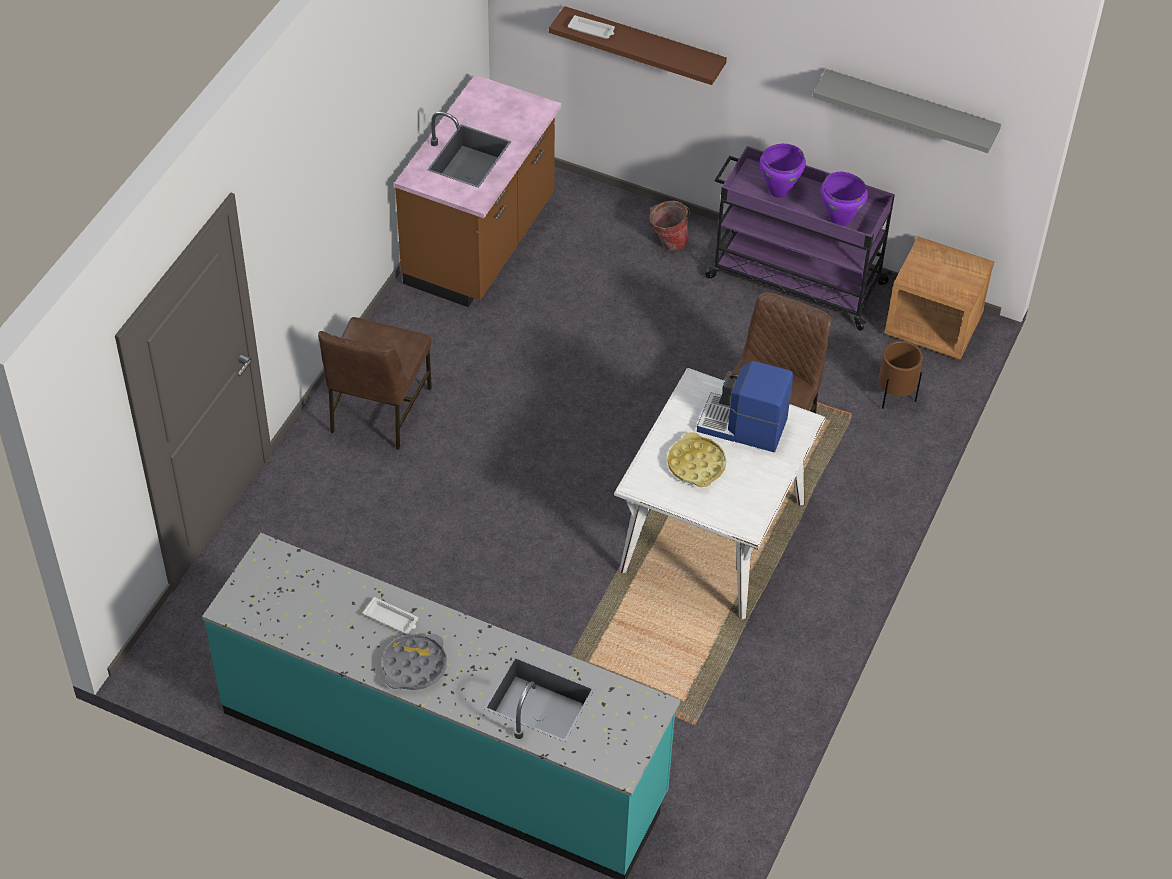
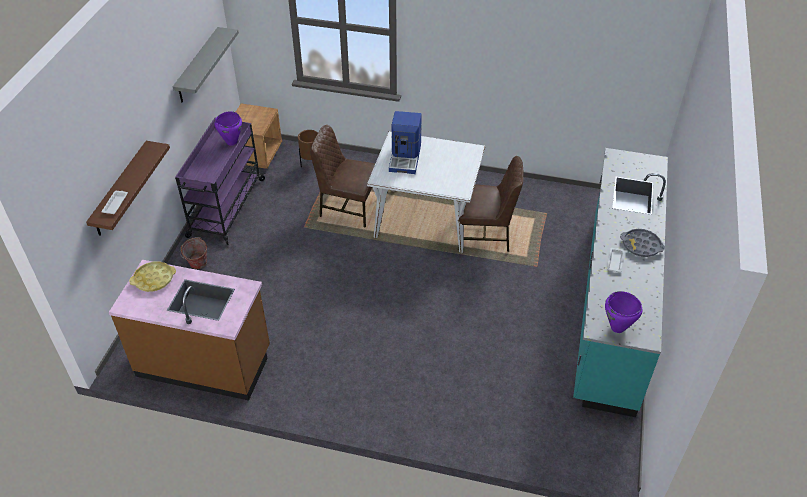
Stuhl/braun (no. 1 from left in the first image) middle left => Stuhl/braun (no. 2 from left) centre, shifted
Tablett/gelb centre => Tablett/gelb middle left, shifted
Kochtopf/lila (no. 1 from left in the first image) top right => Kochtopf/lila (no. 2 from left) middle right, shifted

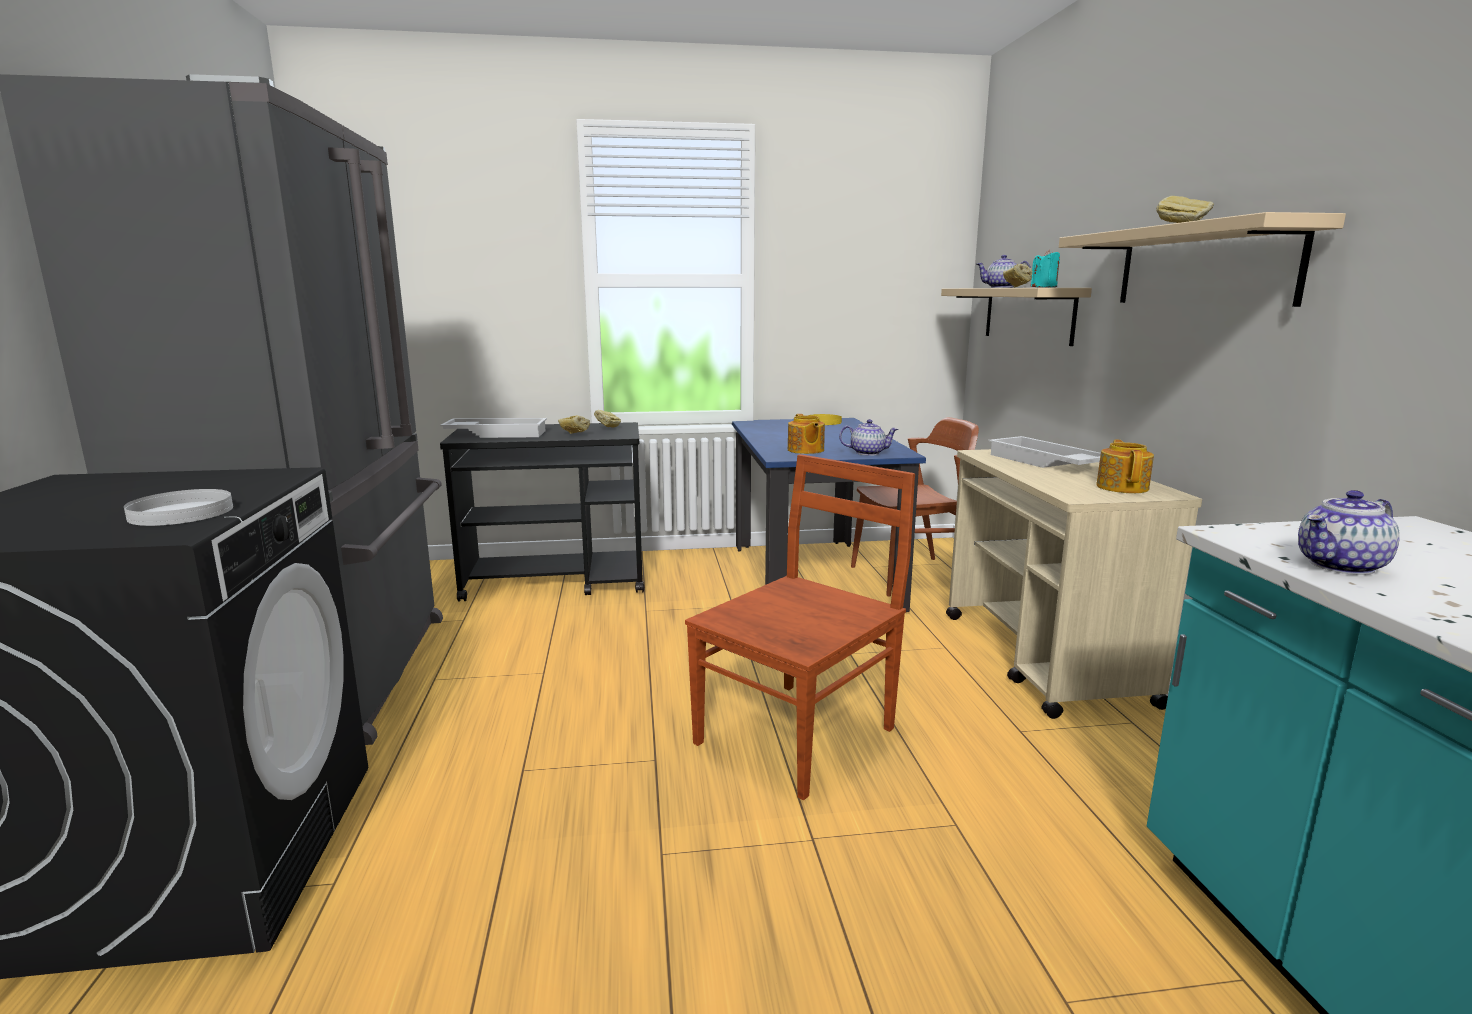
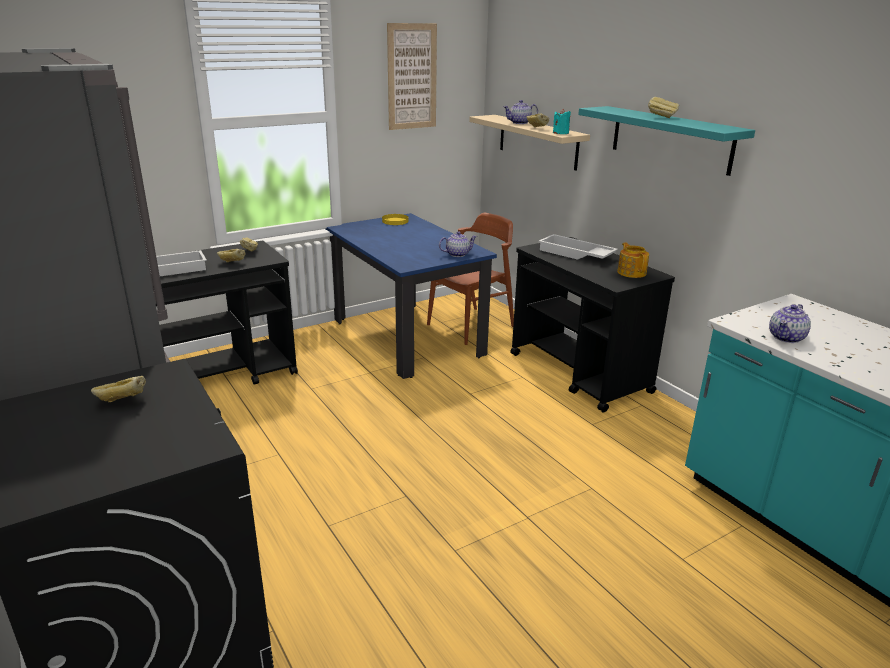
Teller/weiß middle left => nothing
Stuhl/braun (no. 1 from left) centre => nothing
Teekanne (no. 1 from left) centre => nothing
nothing => Brot (no. 1 from left) middle left
nothing => Bild top centre
Rollwagen/beige middle right => Rollwagen/schwarz (no. 2 from left) centre
Wandregal/beige (no. 2 from left) top right => Wandregal/türkis top right

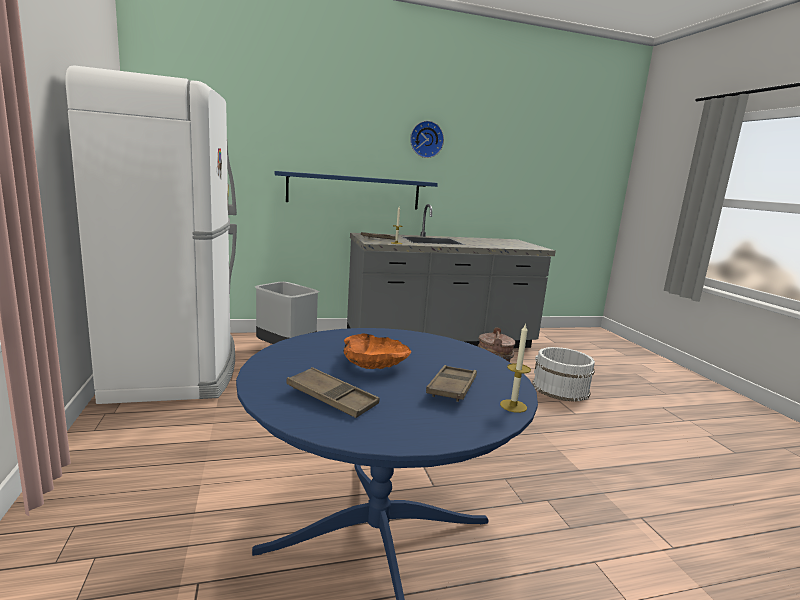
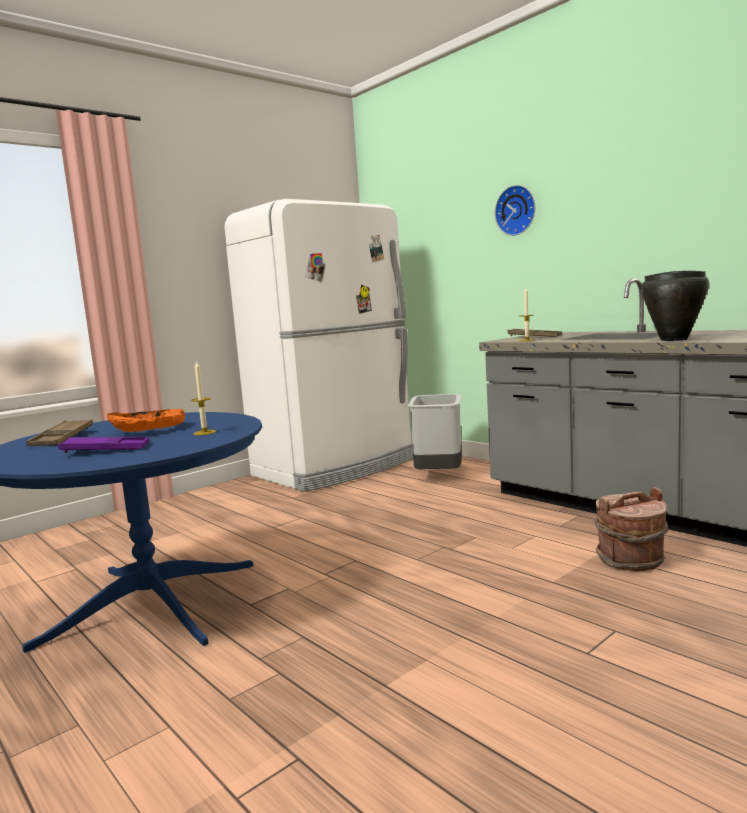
Wandregal/blau top centre => nothing
Eimer/weiß middle right => nothing
nothing => Kochtopf/schwarz middle right
Wanduhr top centre => Wanduhr top right, shifted
Kerze (no. 2 from left in the first image) centre => Kerze (no. 1 from left) middle left, shifted
Tablett/braun (no. 3 from left) centre => Tablett/lila middle left

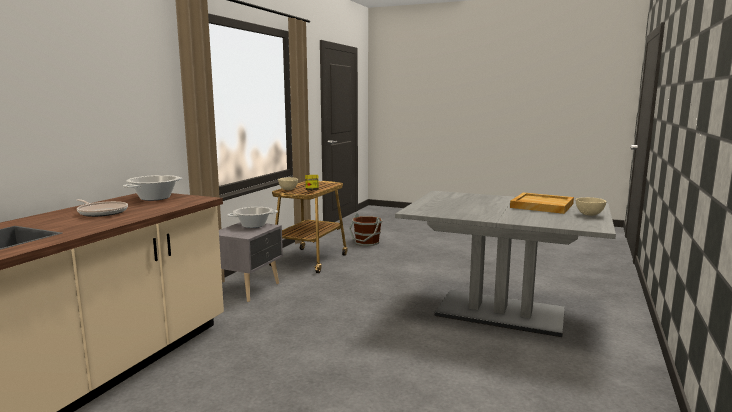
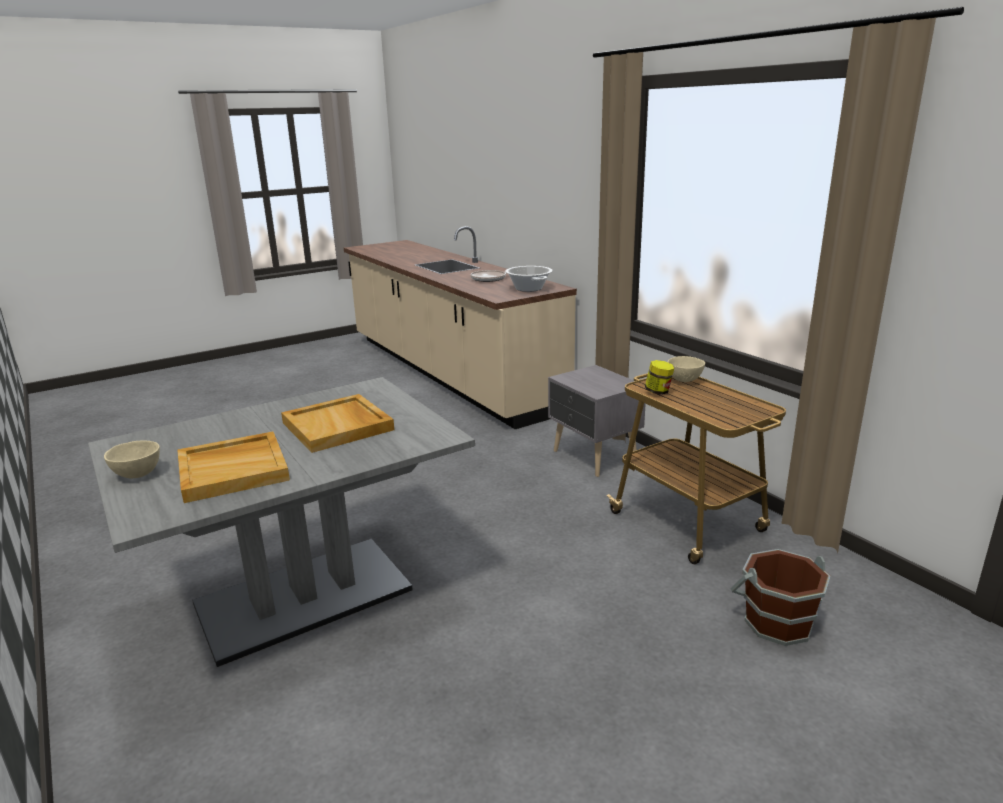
Kochtopf (no. 2 from left) centre => nothing
nothing => Tablett/beige (no. 2 from left) centre

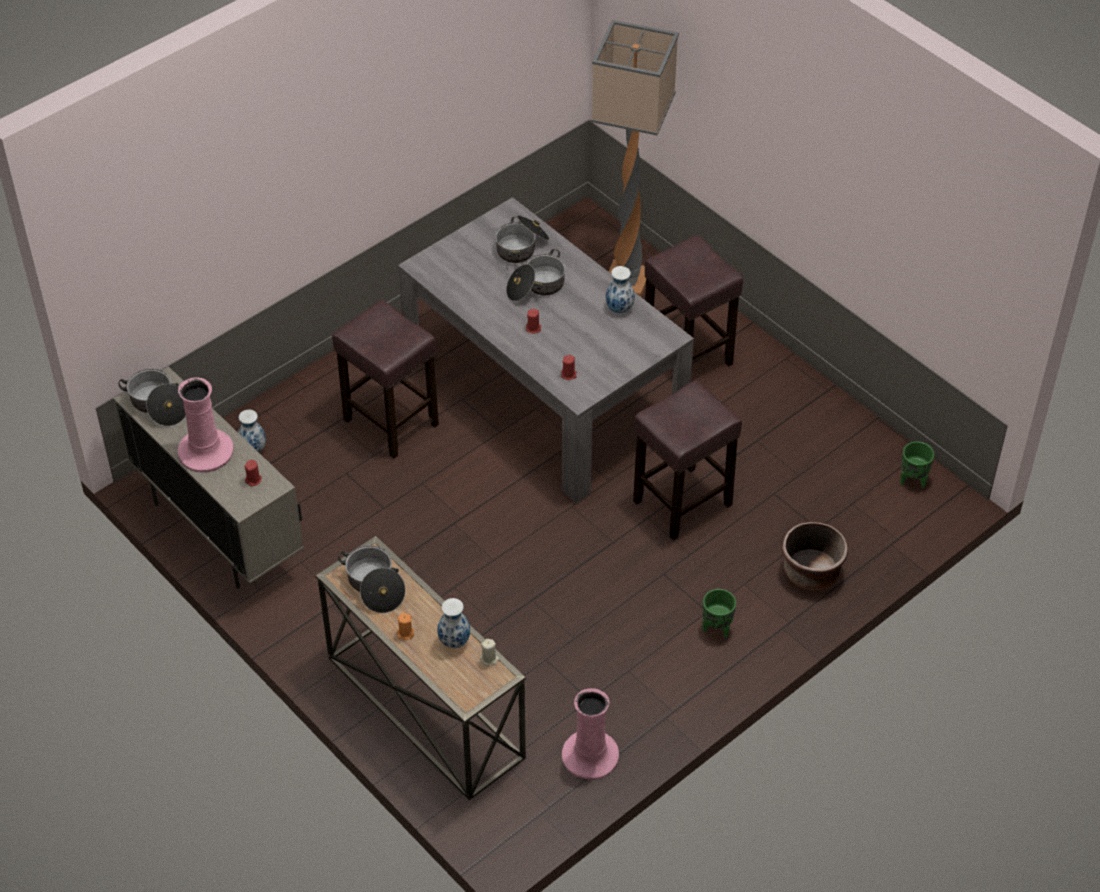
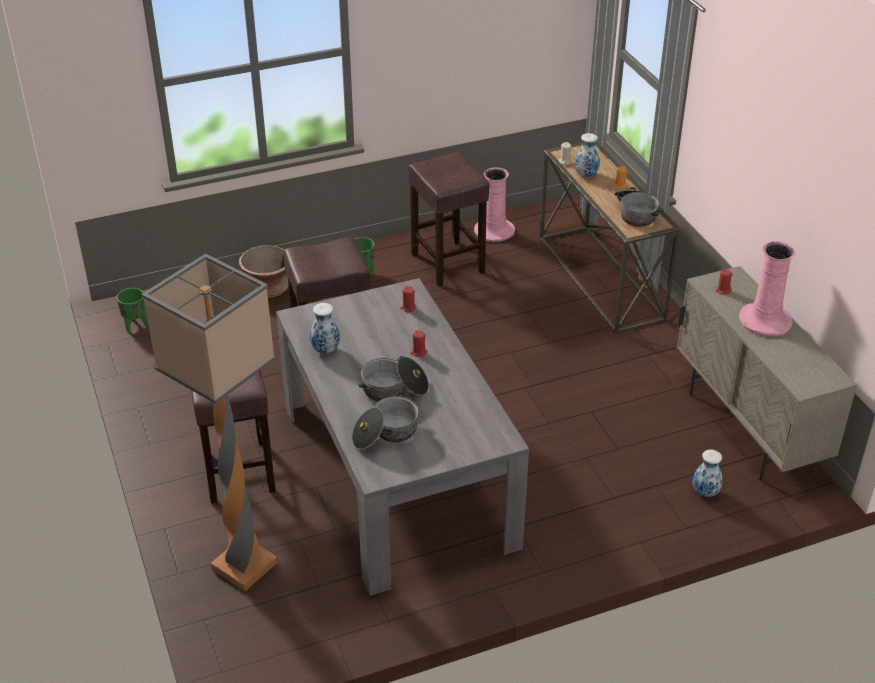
Kochtopf (no. 1 from left) middle left => nothing
Hocker/braun (no. 1 from left in the first image) centre => Hocker/braun (no. 3 from left) top centre, shifted

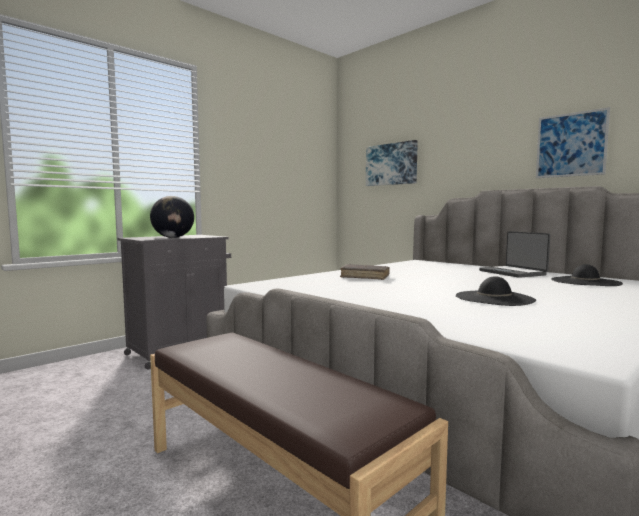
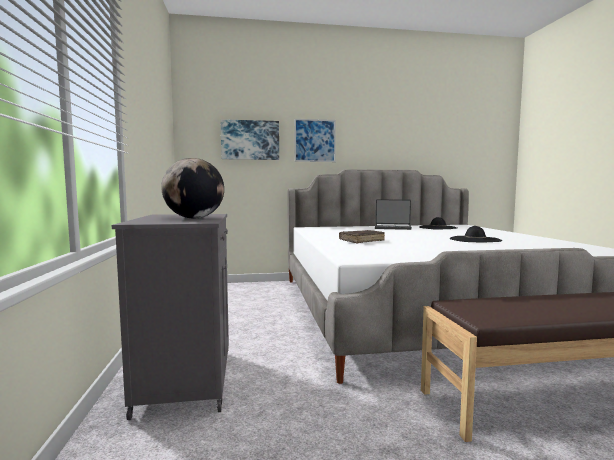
Bild (no. 2 from left) top right => Bild (no. 2 from left) top centre, shifted

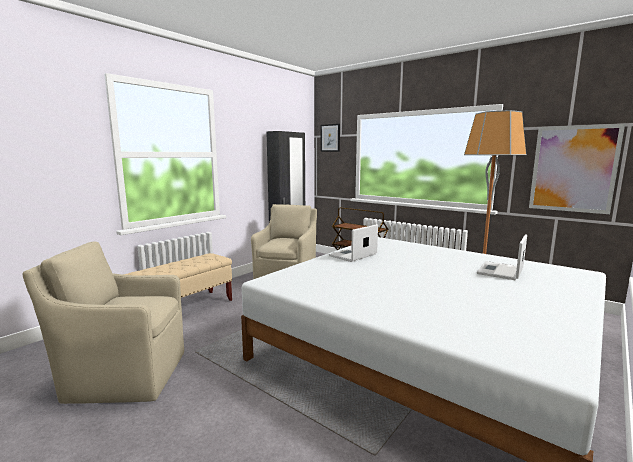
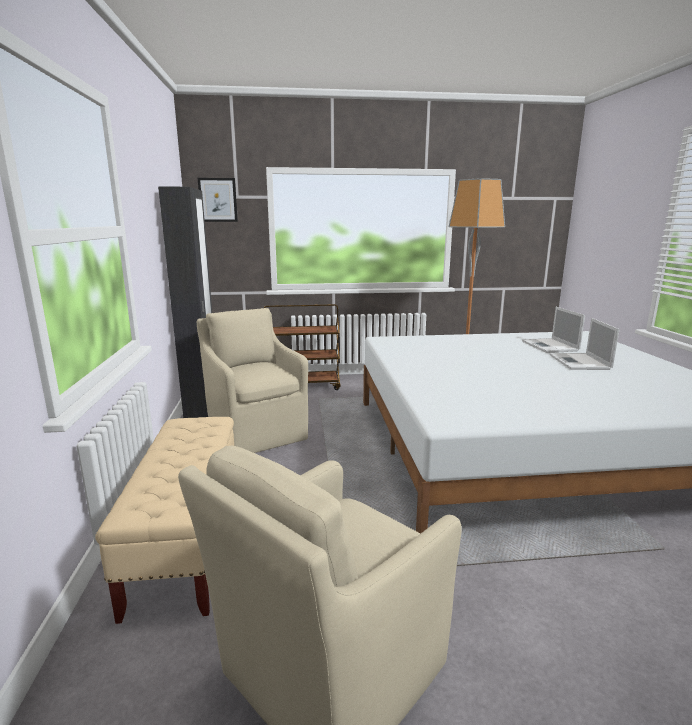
Bild (no. 2 from left) middle right => nothing
Laptop (no. 1 from left in the first image) centre => Laptop (no. 2 from left) middle right, shifted

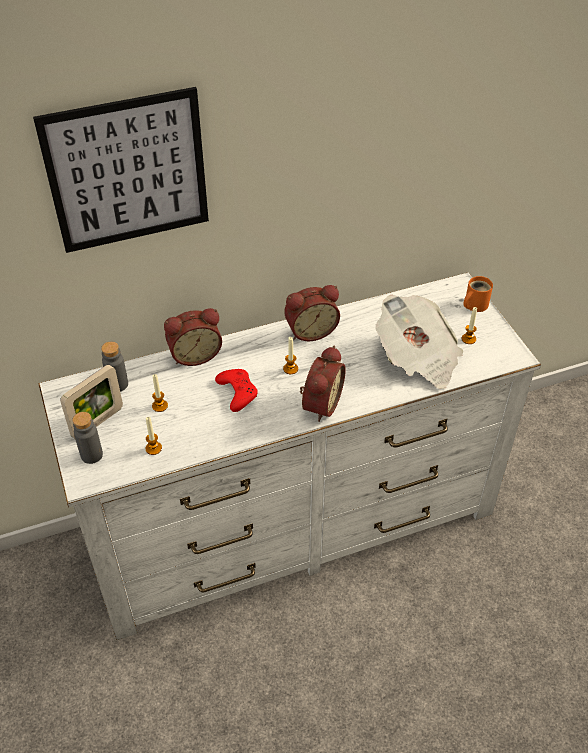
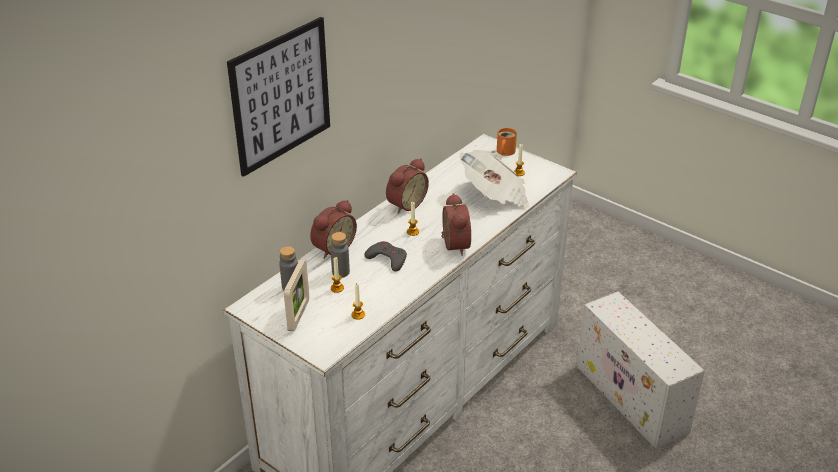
nothing => Aufbewahrungsbox/weiß bottom right
Flasche/grau (no. 1 from left in the first image) middle left => Flasche/grau (no. 2 from left) centre, shifted
Gamepad/rot centre => Gamepad/grau centre

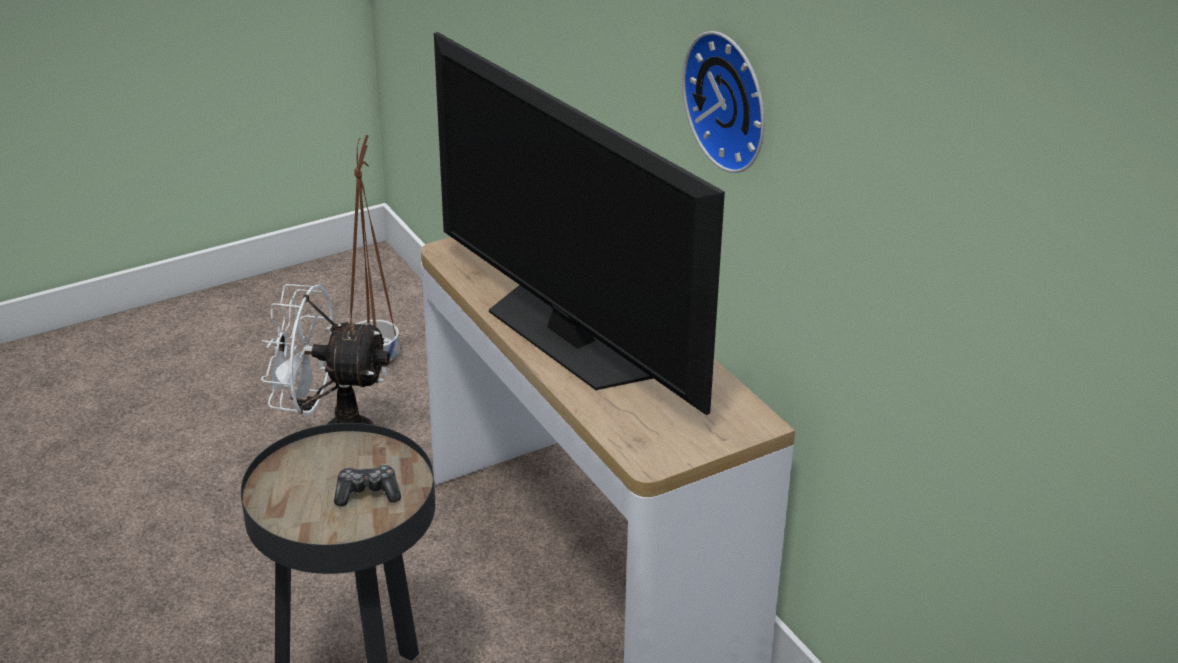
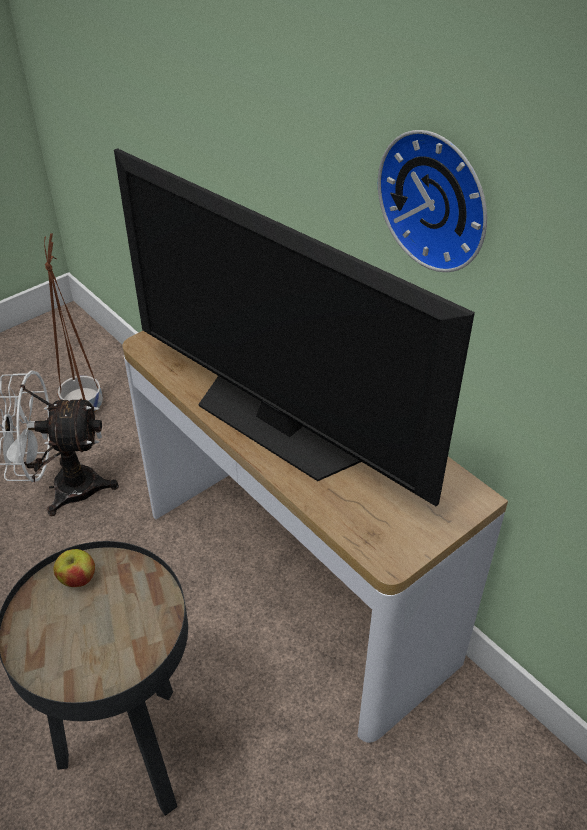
Gamepad bottom left => nothing
nothing => Apfel bottom left

